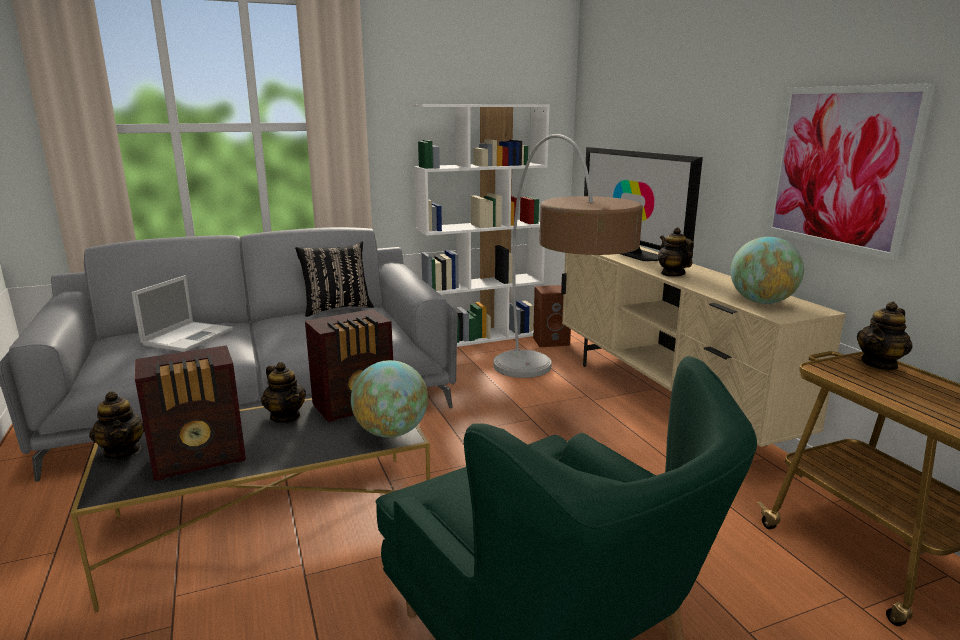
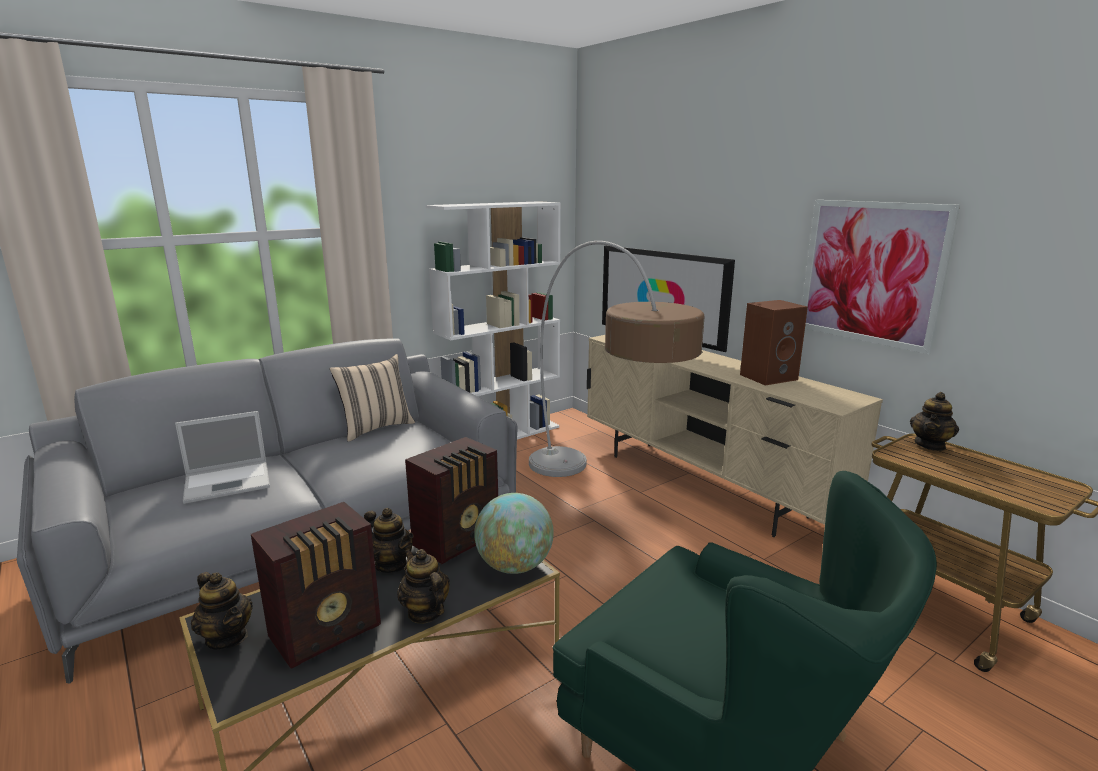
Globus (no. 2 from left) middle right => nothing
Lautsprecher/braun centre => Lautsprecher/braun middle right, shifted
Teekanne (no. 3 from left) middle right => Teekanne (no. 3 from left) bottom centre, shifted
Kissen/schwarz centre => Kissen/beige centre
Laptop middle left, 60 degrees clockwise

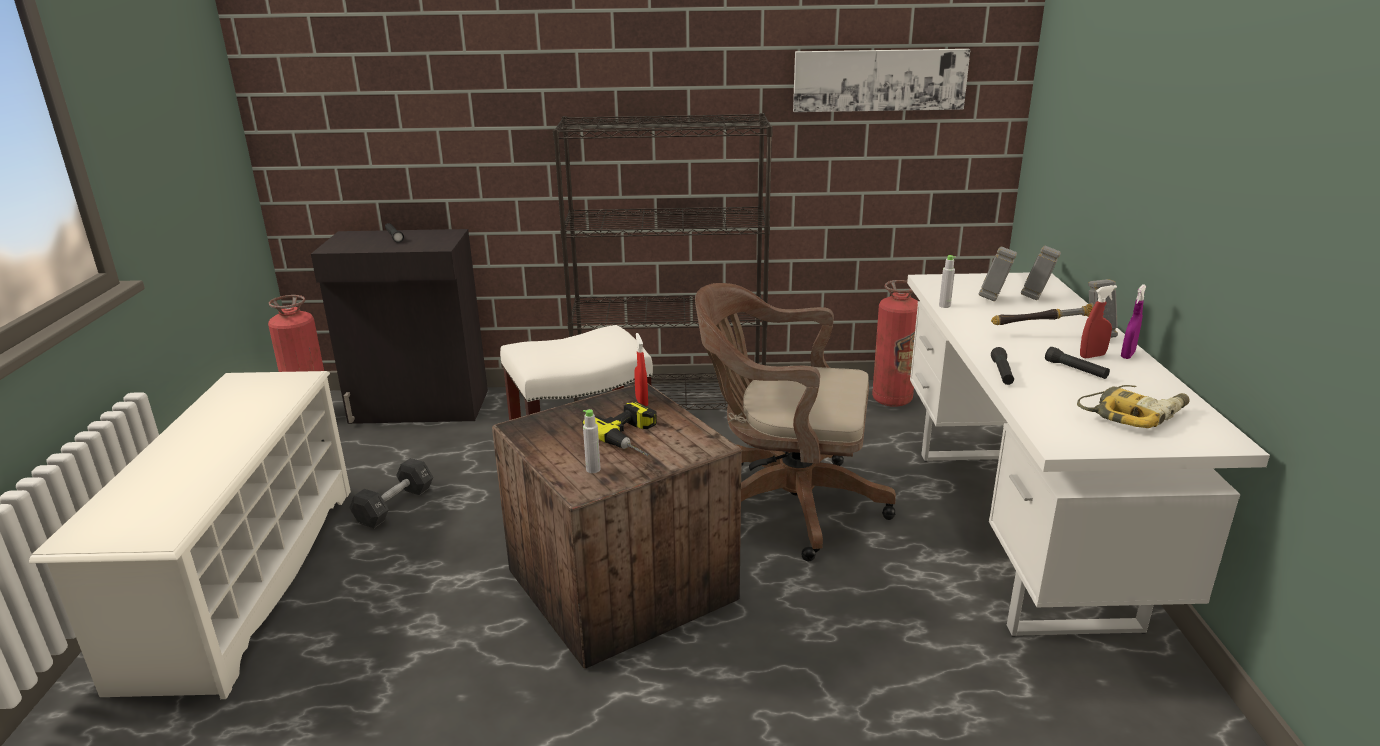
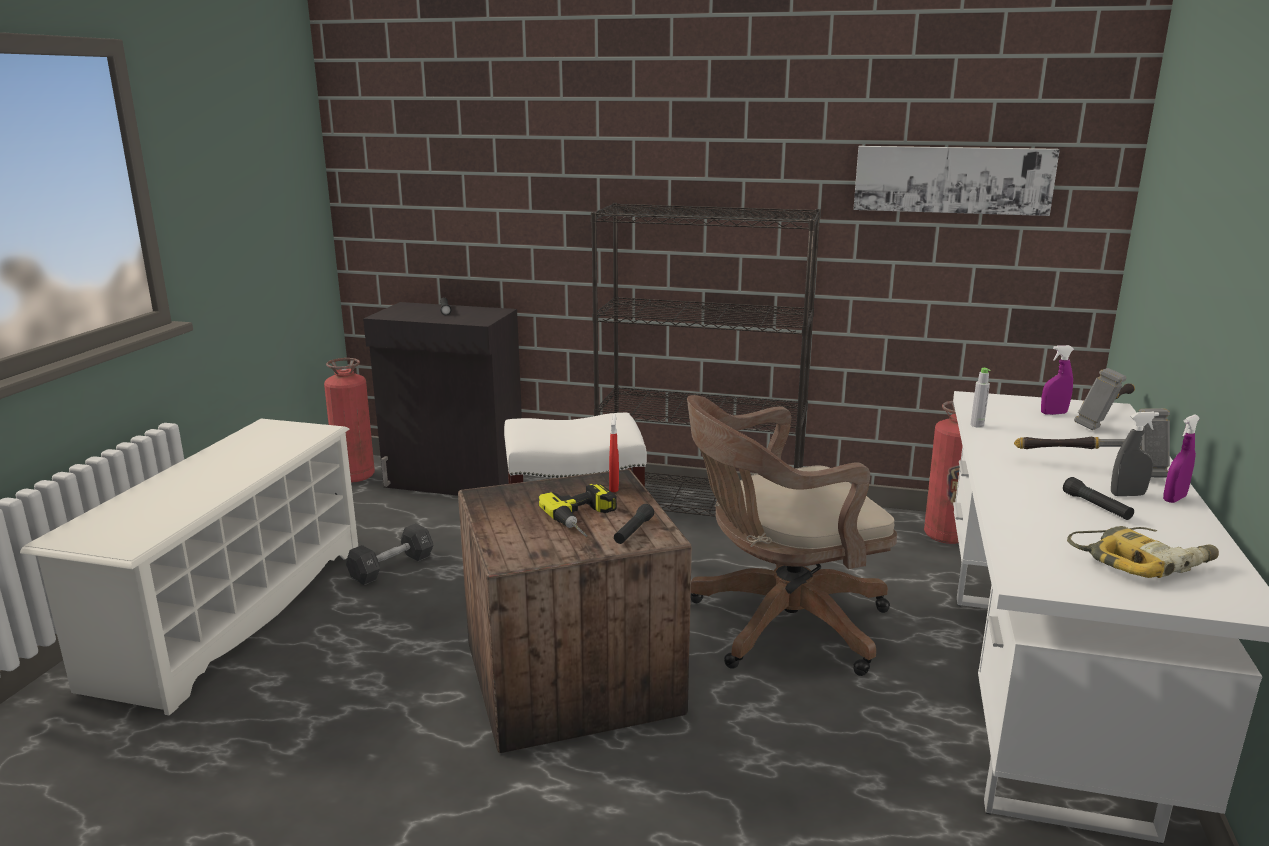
Flasche/grau (no. 1 from left) centre => nothing
Taschenlampe/schwarz (no. 2 from left) middle right => Taschenlampe/schwarz (no. 2 from left) centre, shifted
Hammer (no. 1 from left) middle right => Sprühflasche/lila (no. 1 from left) middle right
Sprühflasche/rot (no. 2 from left) middle right => Sprühflasche/grau middle right
Bürostuhl/braun centre, 45 degrees counterclockwise

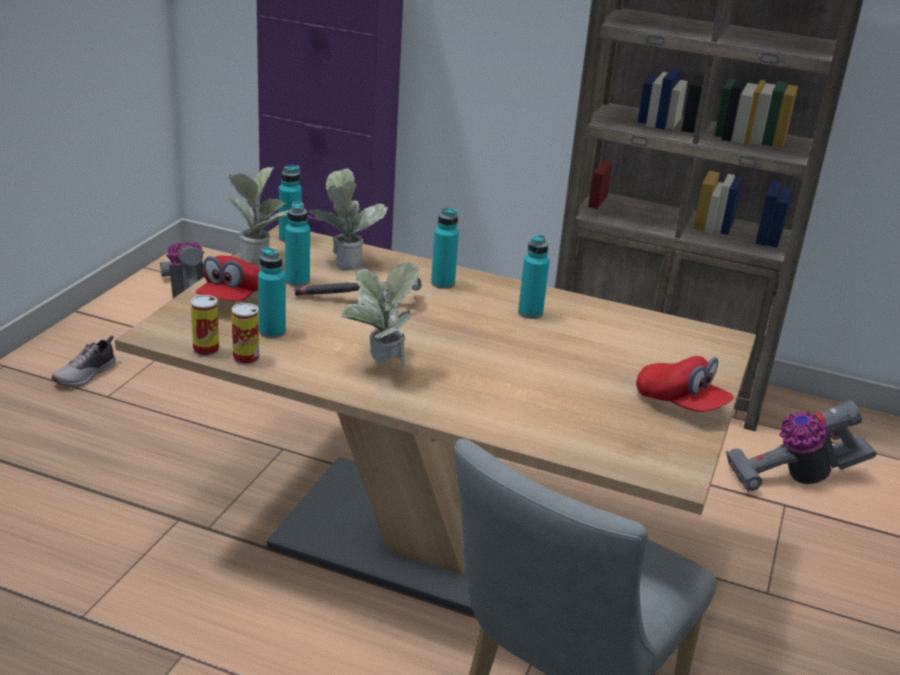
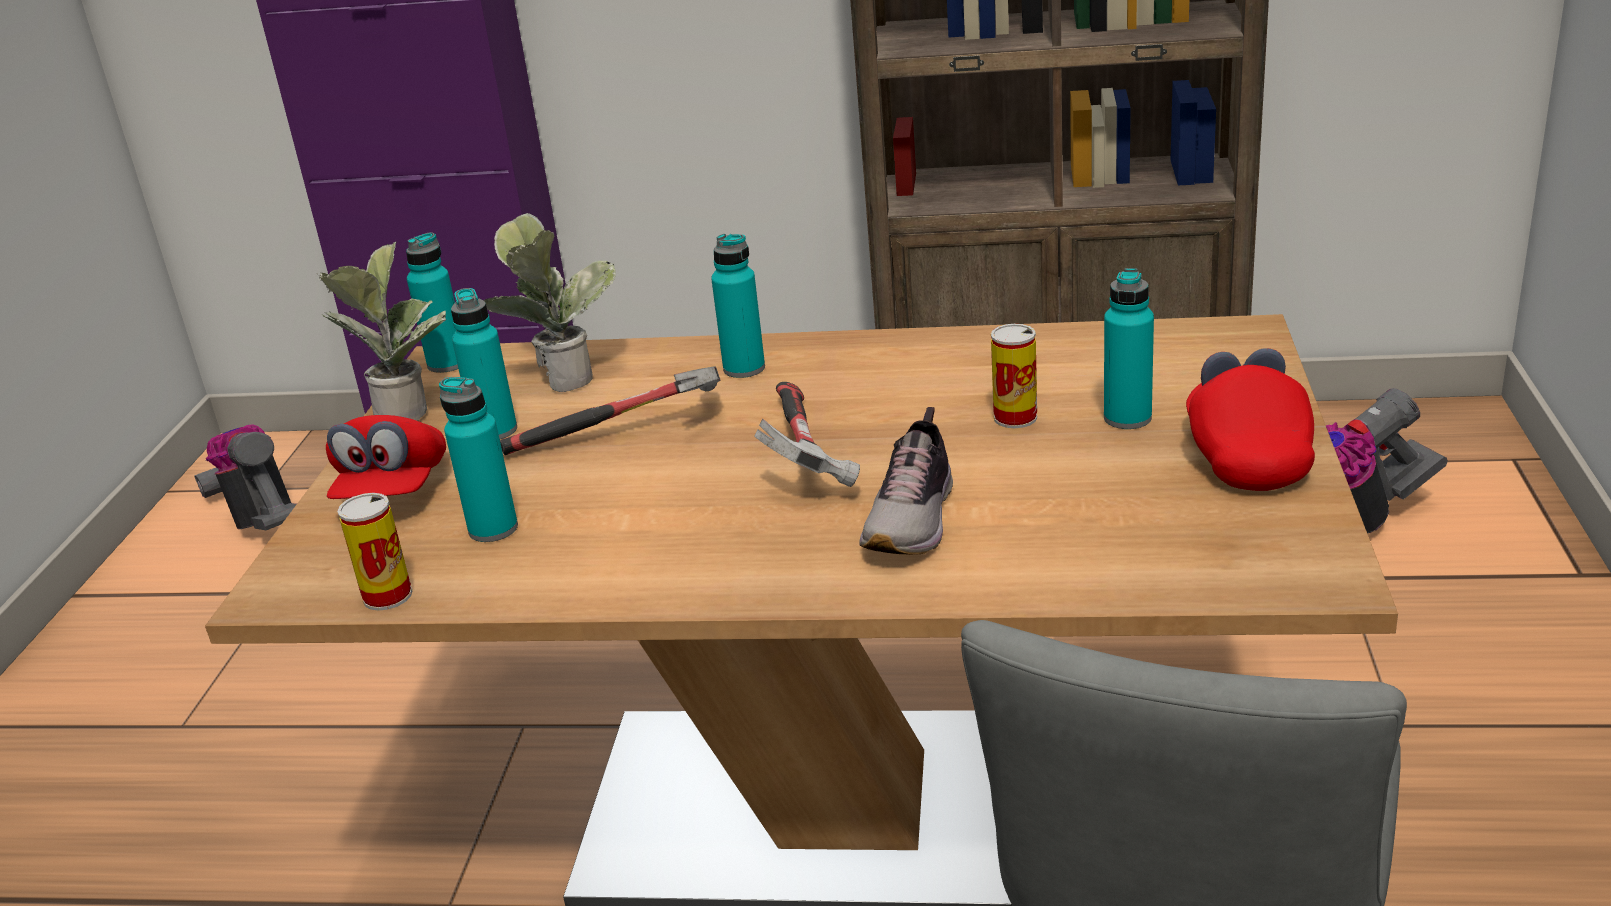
Topfpflanze (no. 3 from left) centre => nothing
nothing => Hammer (no. 2 from left) centre
Schuh middle left => Schuh centre, shifted
Dose (no. 2 from left) middle left => Dose (no. 2 from left) centre, shifted
Flasche/türkis (no. 5 from left) centre => Flasche/türkis (no. 5 from left) middle right, shifted
Kappe/rot (no. 2 from left) middle right, 120 degrees counterclockwise

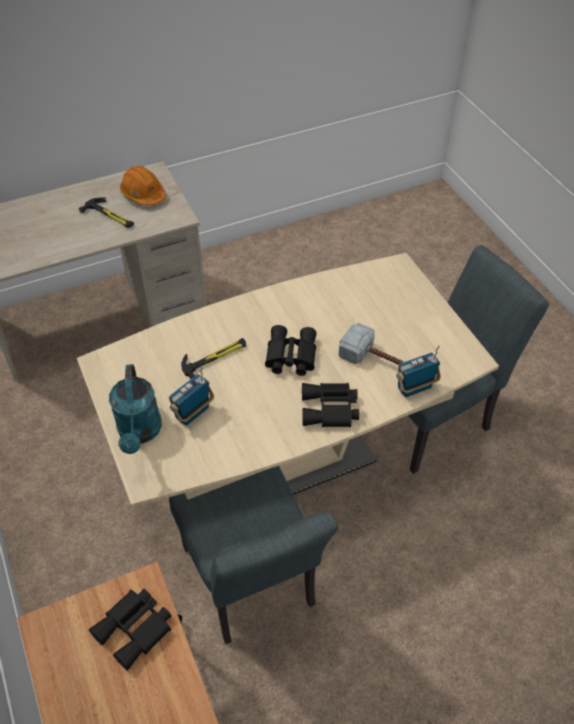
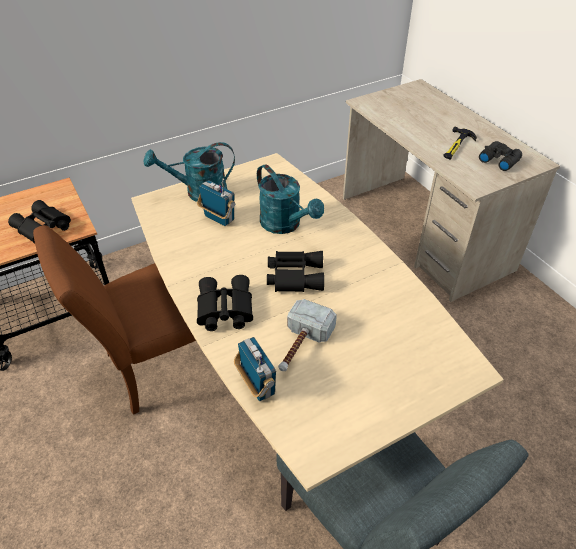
Schutzhelm/orange top left => Fernglas/schwarz (no. 4 from left) top right
Hammer (no. 2 from left) centre => Gießkanne/türkis (no. 2 from left) centre
Stuhl/grau (no. 1 from left) bottom centre => Stuhl/braun middle left

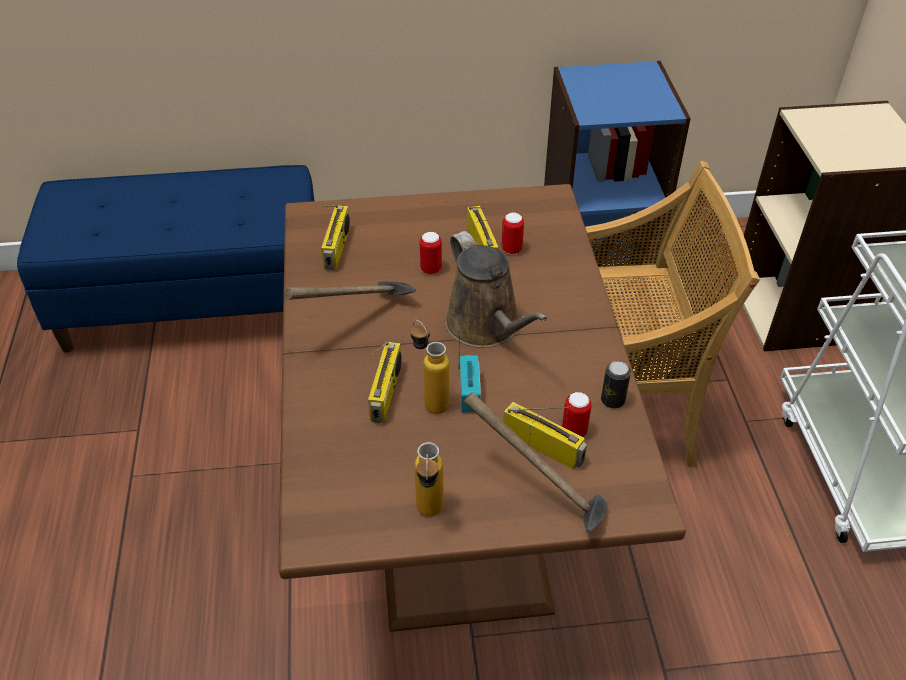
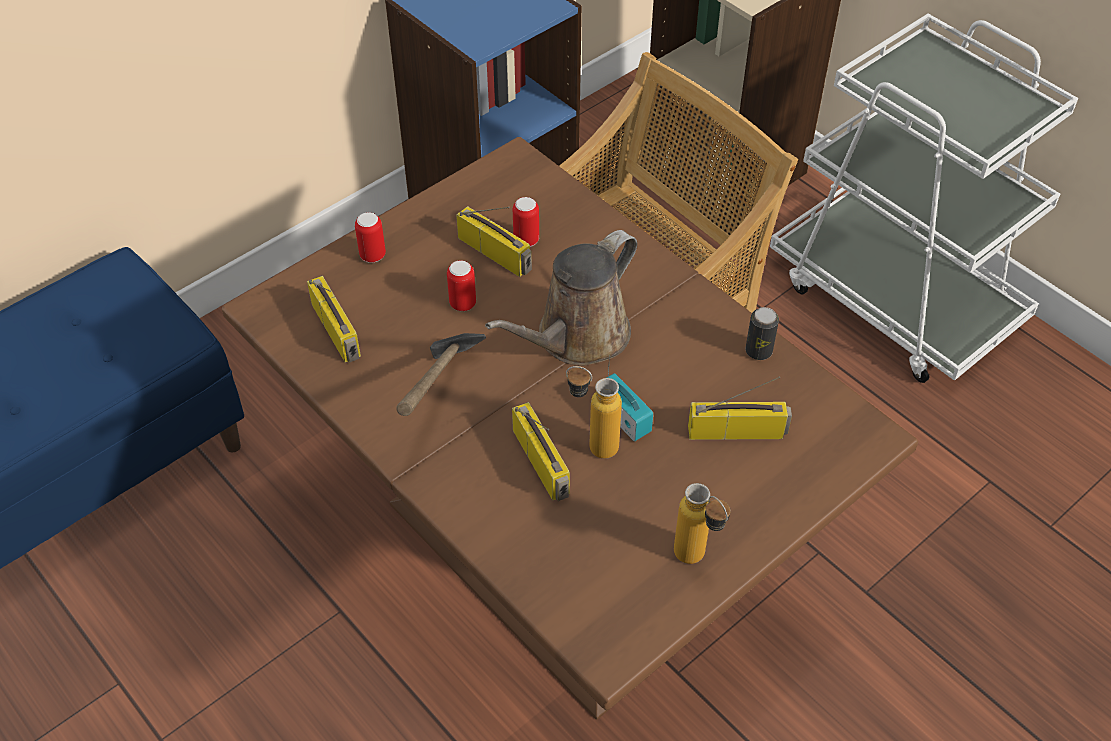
Hammer (no. 2 from left) bottom centre => nothing
Dose (no. 3 from left in the first image) centre => Dose (no. 1 from left) top left, shifted
Gießkanne/braun centre, 105 degrees clockwise

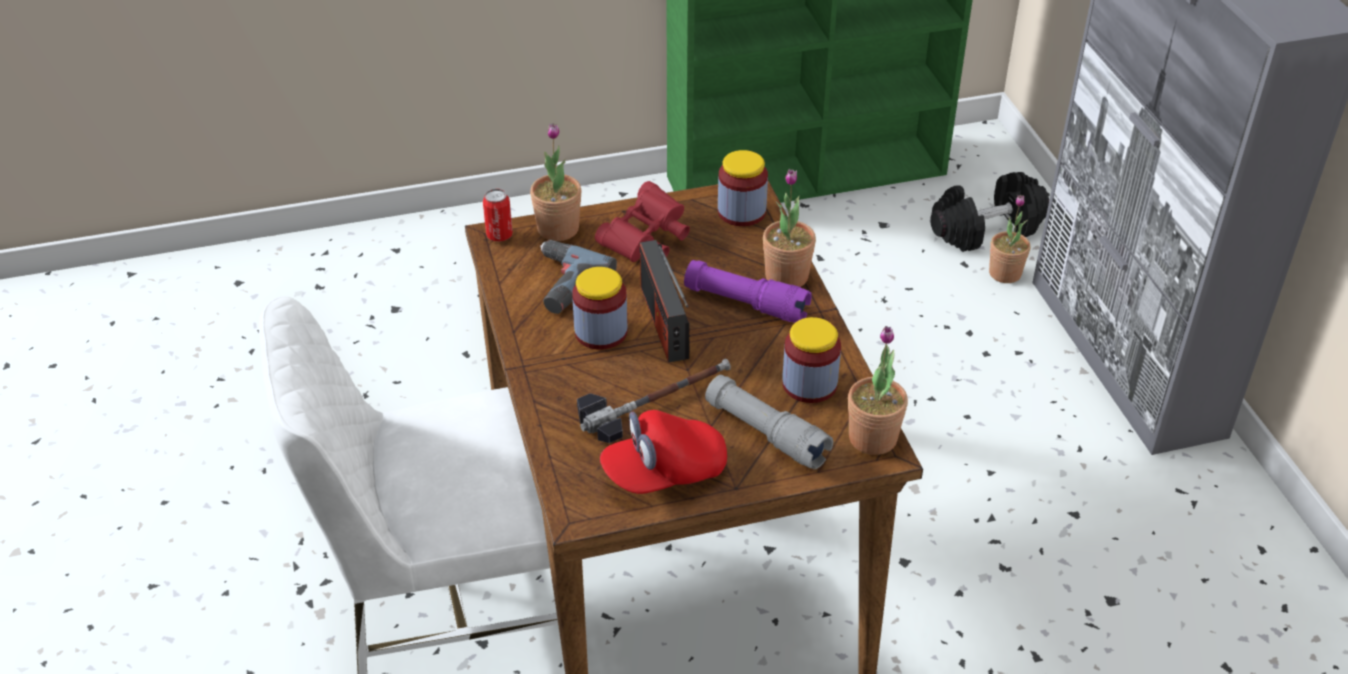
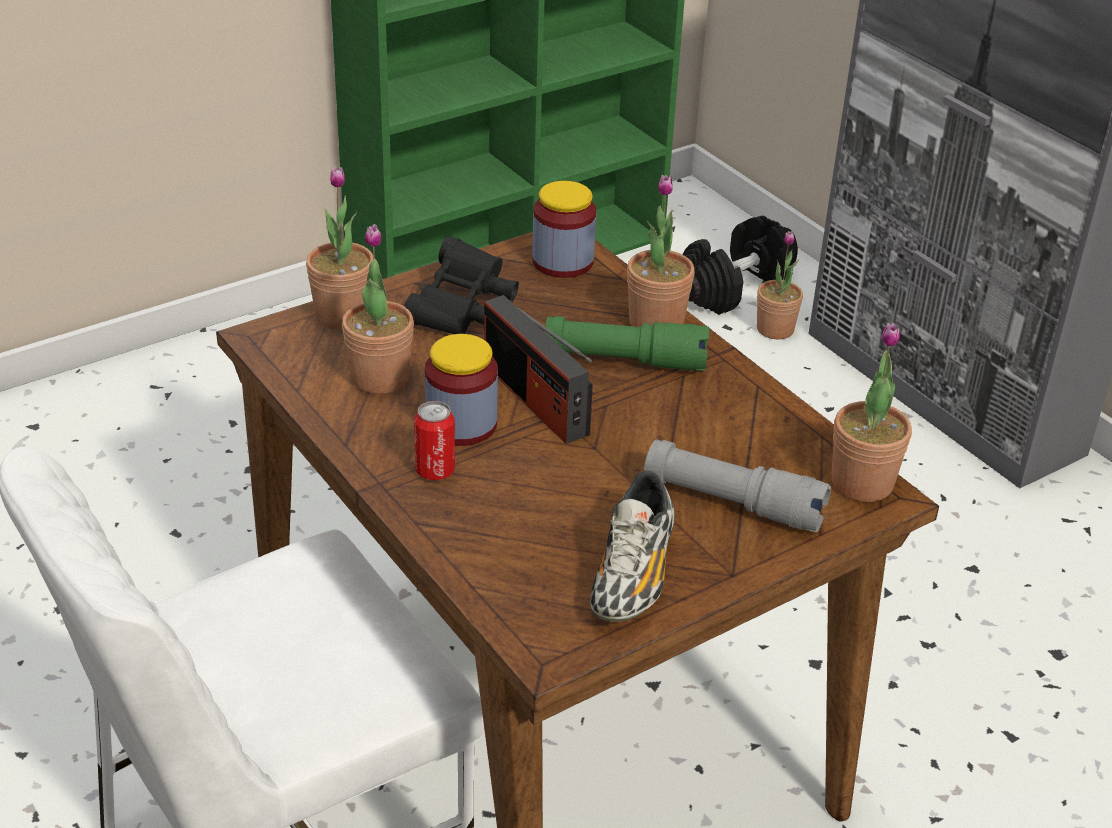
Hammer centre => nothing
Vorratsglas (no. 3 from left) centre => nothing
Dose top centre => Dose centre, shifted
Bohrmaschine centre => Topfpflanze (no. 2 from left) centre
Kappe/rot bottom centre => Schuh centre
Fernglas/rot top centre => Fernglas/schwarz centre
Taschenlampe/lila centre => Taschenlampe/grün centre

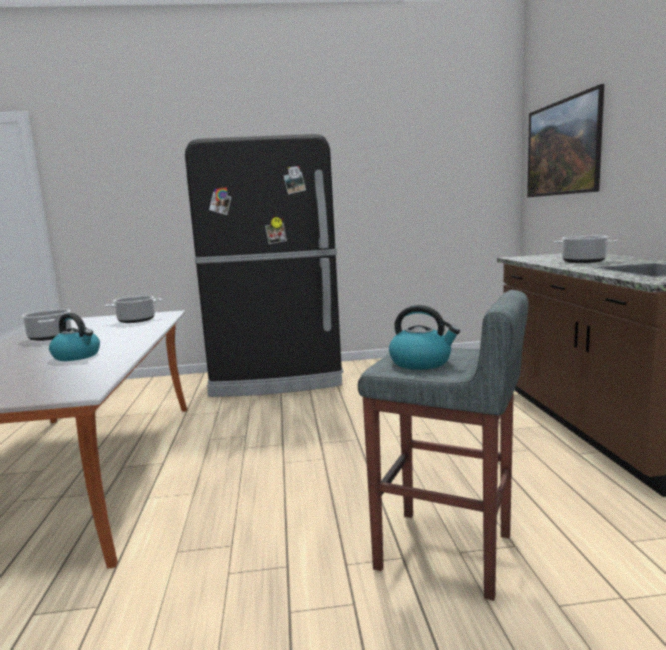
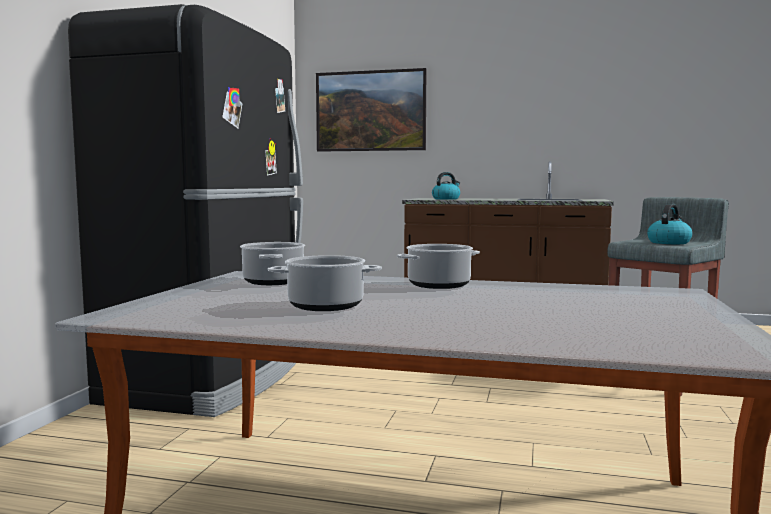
Wasserkessel (no. 1 from left) middle left => Wasserkessel (no. 1 from left) centre, shifted
Kochtopf (no. 3 from left) middle right => Kochtopf (no. 3 from left) centre, shifted

